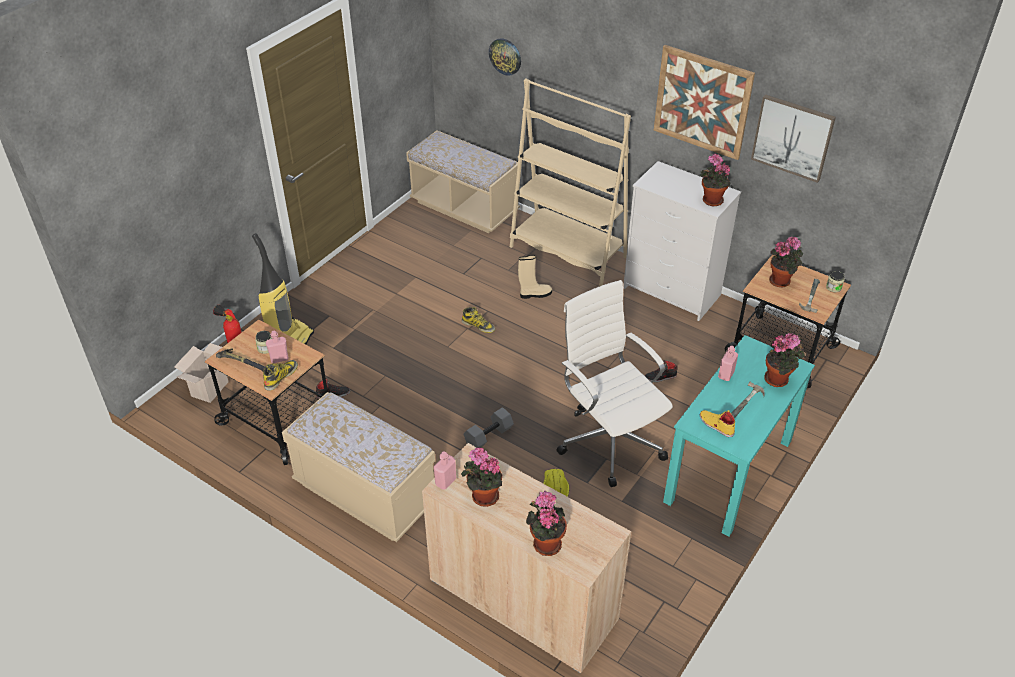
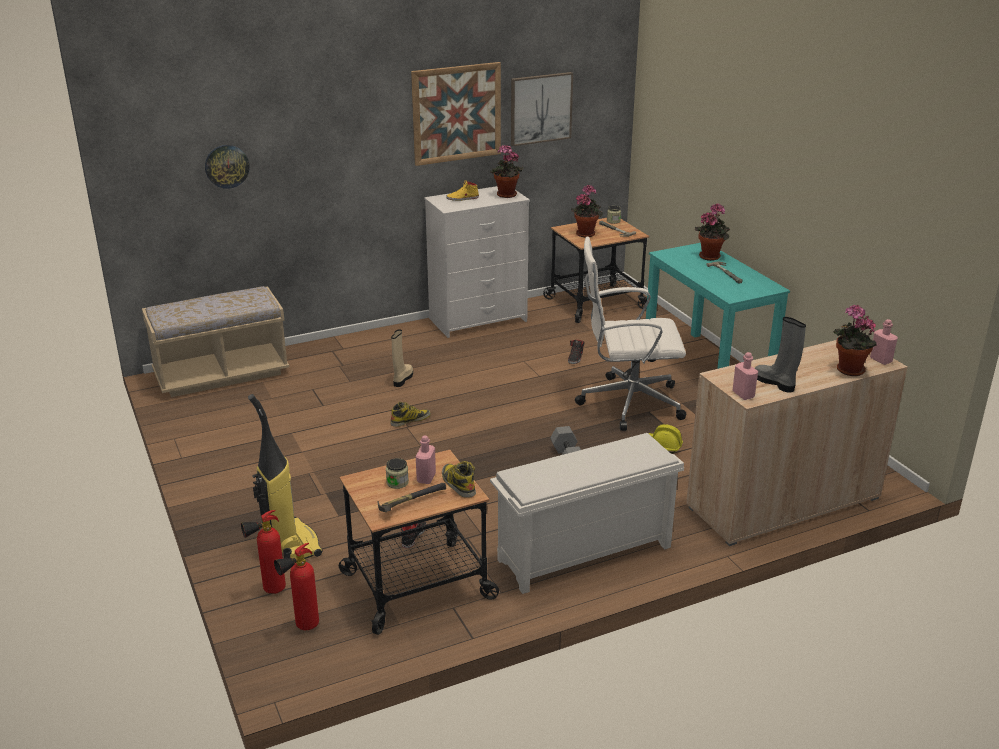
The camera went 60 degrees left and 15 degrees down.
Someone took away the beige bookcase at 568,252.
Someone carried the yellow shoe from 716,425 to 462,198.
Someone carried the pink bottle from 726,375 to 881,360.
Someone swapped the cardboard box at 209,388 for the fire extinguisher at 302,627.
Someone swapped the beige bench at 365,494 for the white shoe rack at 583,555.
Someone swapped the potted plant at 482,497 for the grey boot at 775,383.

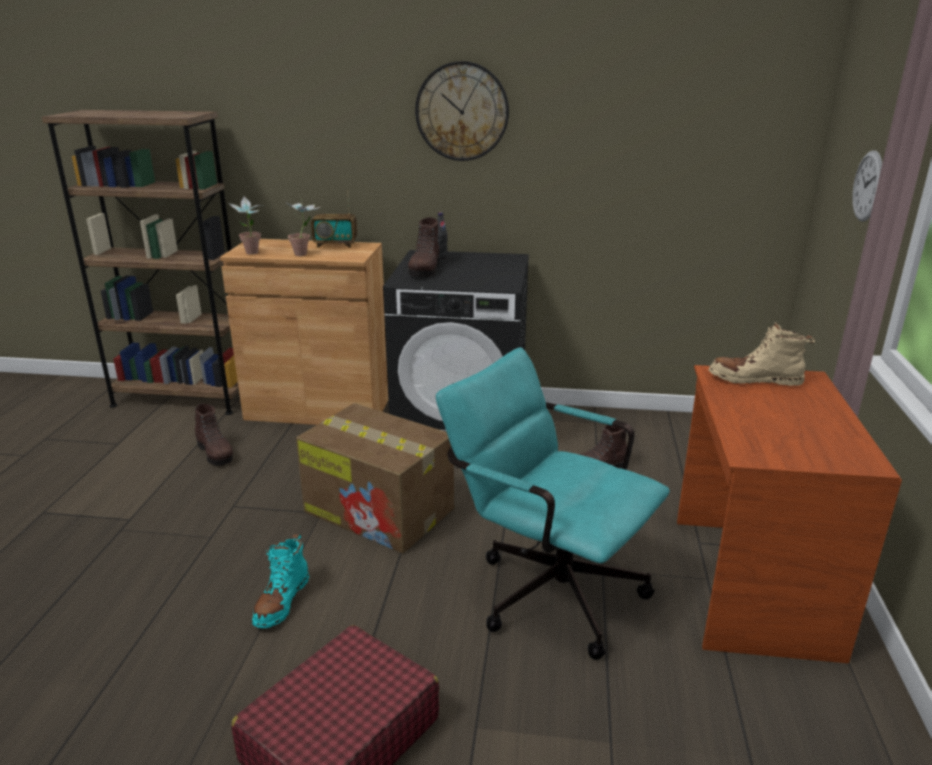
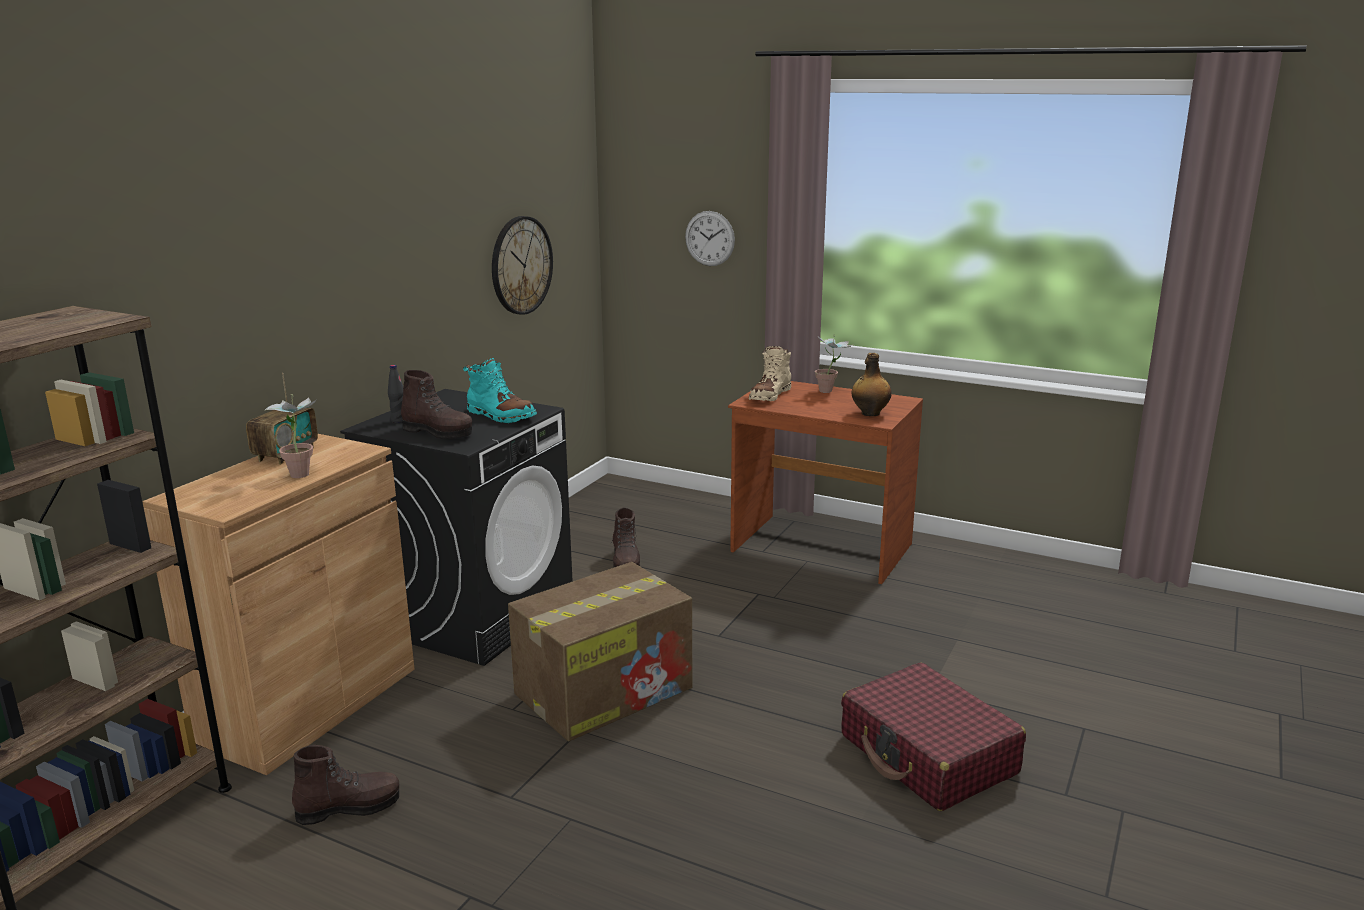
The camera went 70 degrees left and 5 degrees down.
Someone took away the turquoise office chair at 546,588.
Someone put down the bottle at 869,413.
Someone carried the potted plant from 252,254 to 830,391.
Someone carried the turquoise boot from 281,601 to 500,415.
Someone carried the wall clock from 462,111 to 521,265.

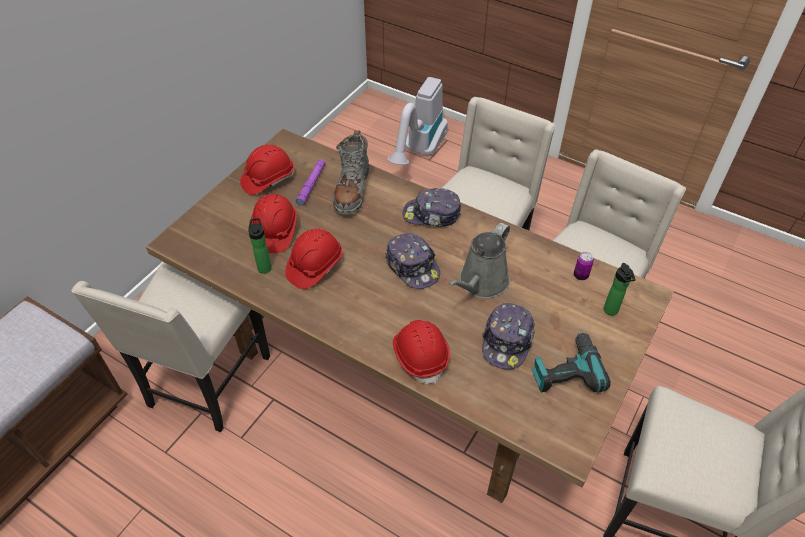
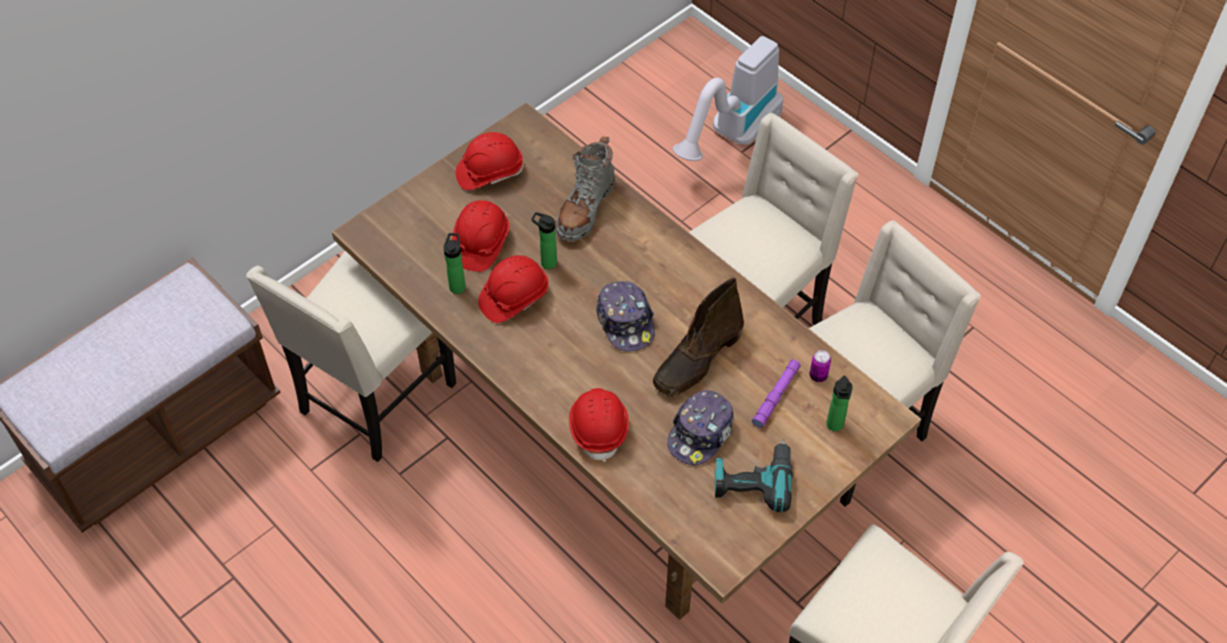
The camera went 15 degrees right and 5 degrees up.
Someone took away the cap at 432,215.
Someone put down the bottle at 546,262.
Someone carried the purple flashlight from 311,185 to 776,396.
Someone swapped the grey watering can at 481,283 for the brown boot at 697,359.

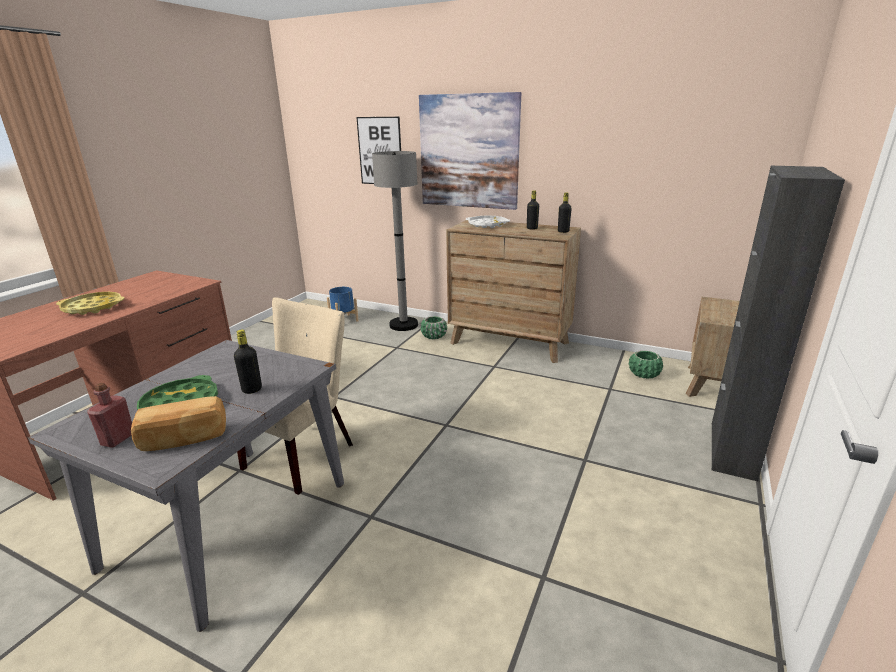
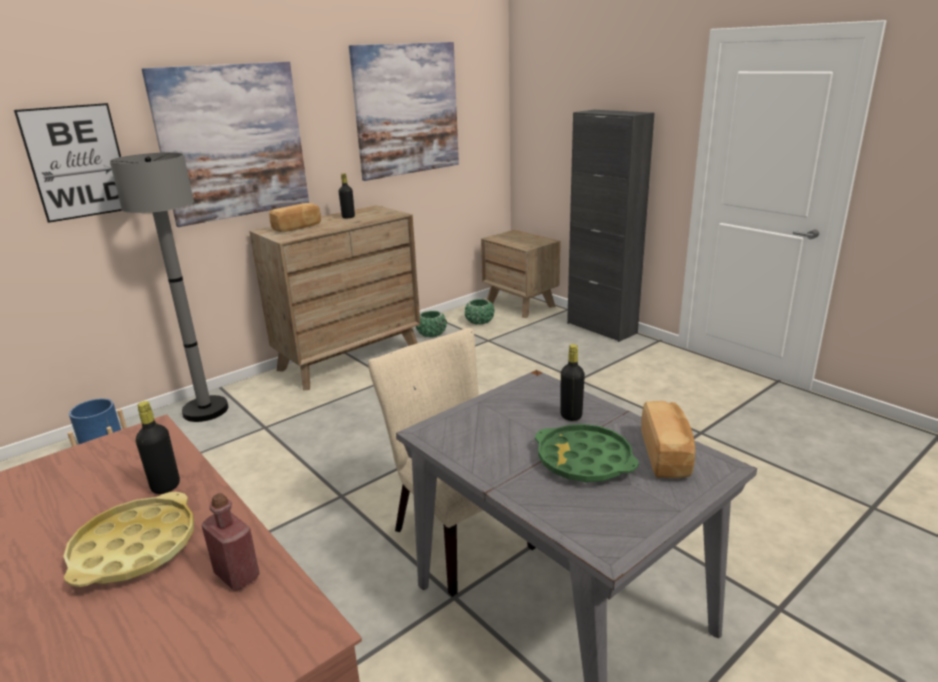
The camera went 65 degrees left and 0 degrees up.
Someone put up the picture at 407,110.
Someone carried the red bottle from 118,439 to 237,575.
Someone carried the green planter from 434,336 to 432,334.
Someone carried the black bottle from 563,231 to 166,486.
Someone swapped the white tray at 487,225 for the bread at 297,227.

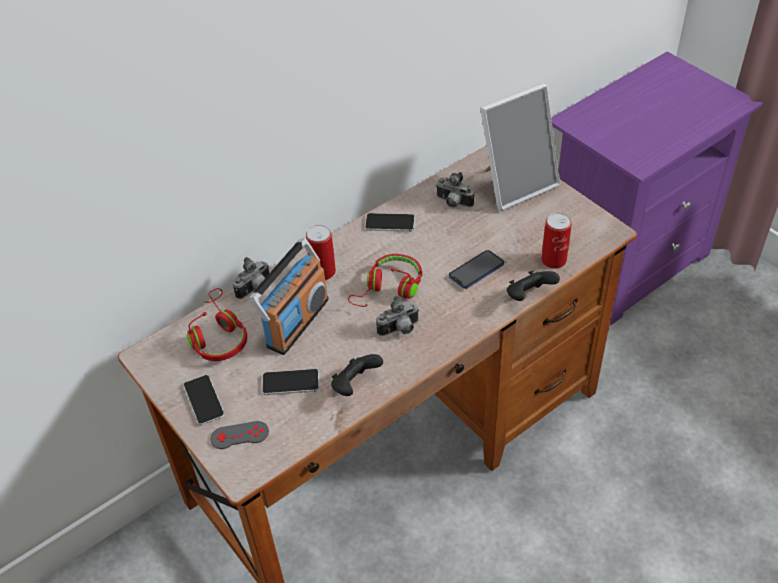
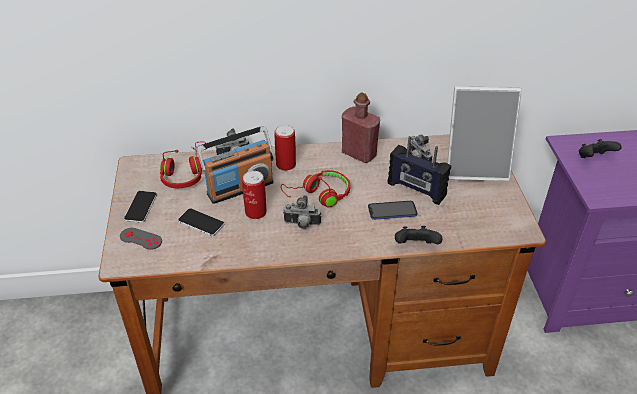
The camera went 30 degrees right and 5 degrees down.
Someone put down the radio at 416,190.
Someone carried the black game controller from 355,385 to 594,158.
Someone carried the can from 553,260 to 255,212.
Someone swapped the phone at 390,223 for the red bottle at 359,154.

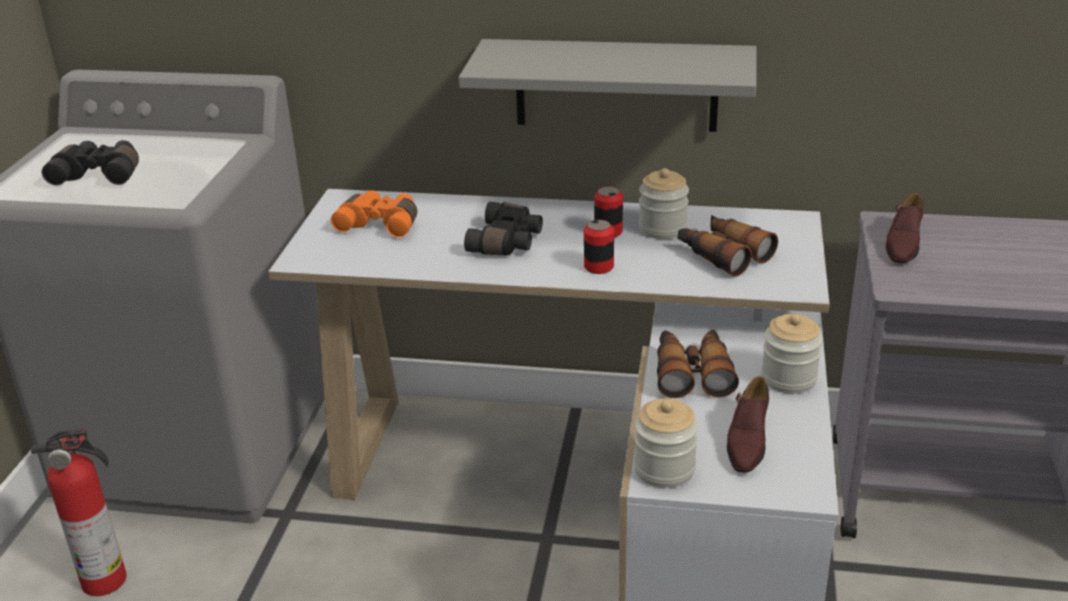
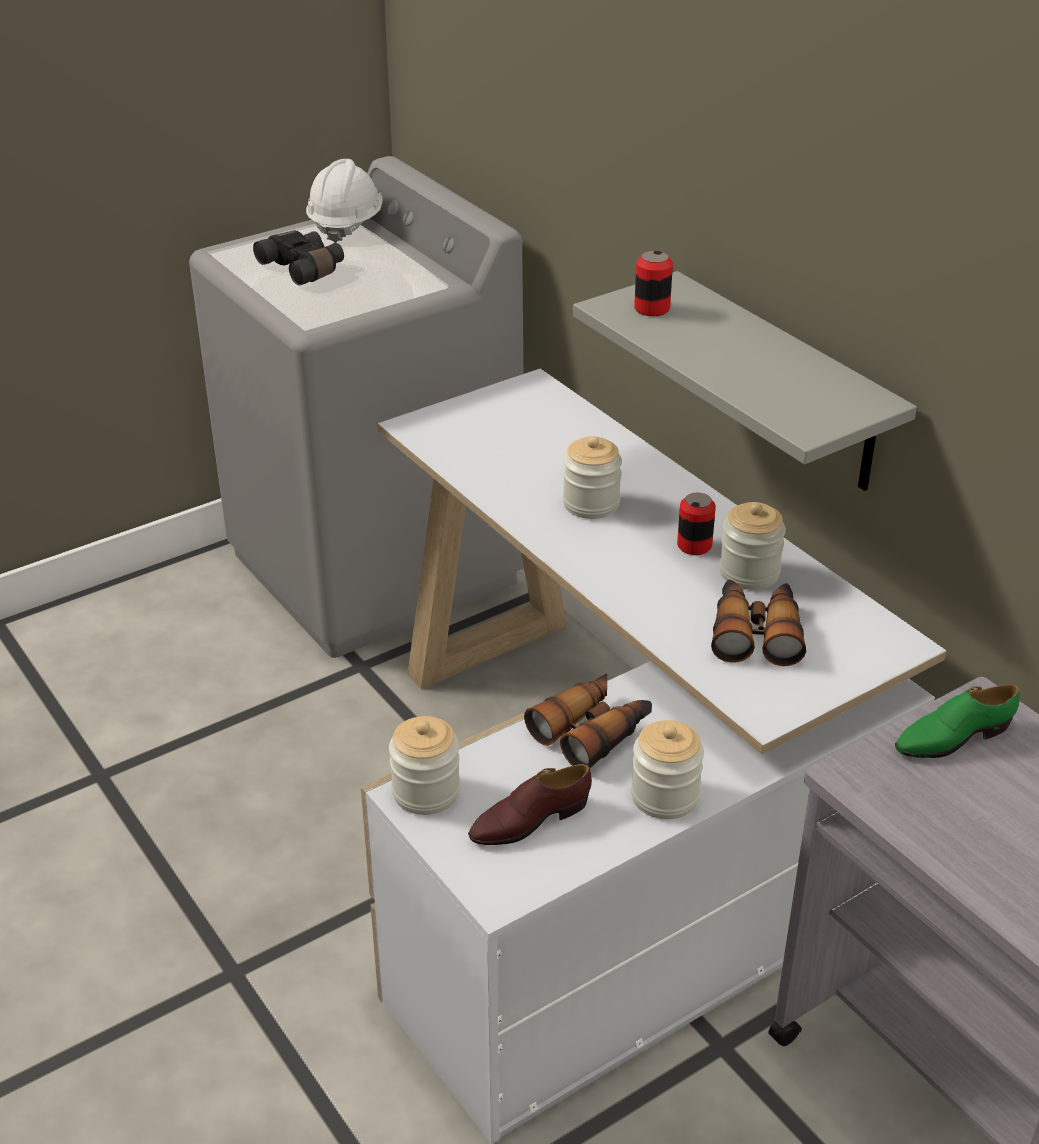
The camera went 45 degrees right and 5 degrees up.
Someone took away the fire extinguisher at 107,580.
Someone took away the orange binoculars at 381,224.
Someone put down the white hard hat at 345,225.
Someone carried the can from 598,267 to 652,308.
Someone swapped the black binoculars at 507,242 for the jar at 591,504.
Someone repainted the brown shoe at 903,244, which became the green shoe at 952,737.

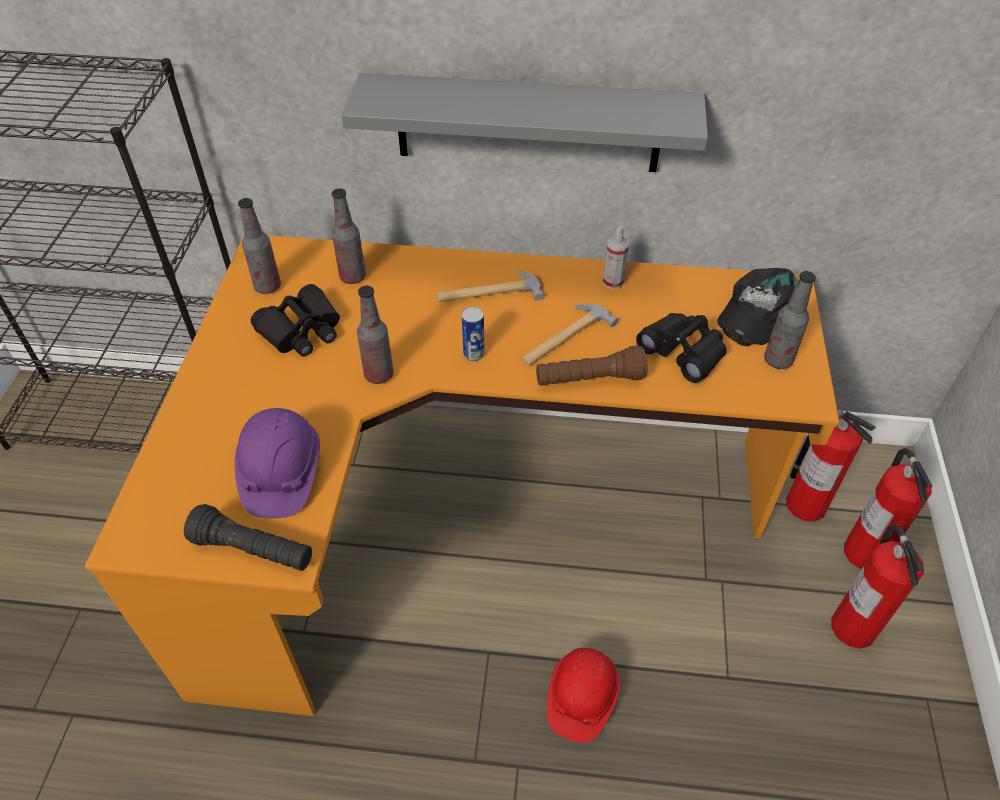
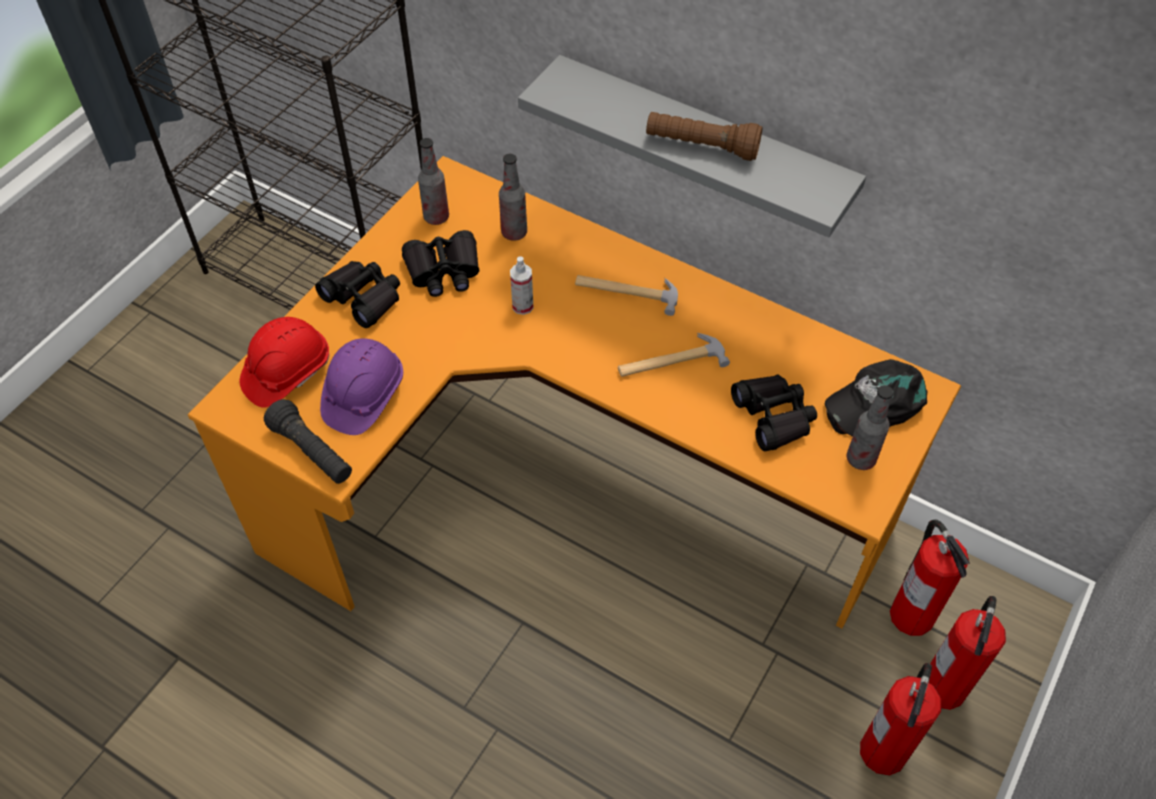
The camera went 25 degrees right and 5 degrees up.
Someone took away the bottle at 379,375.
Someone took away the can at 473,354.
Someone put down the black binoculars at 363,298.
Someone carried the brown flashlight from 589,380 to 701,146.
Someone carried the red hard hat from 581,698 to 287,372.
Someone carried the spray bottle from 613,282 to 522,306.

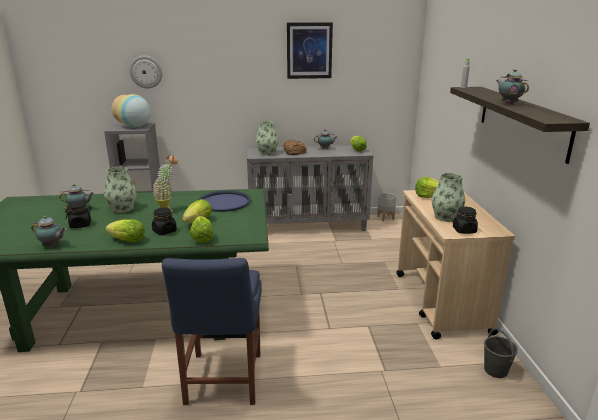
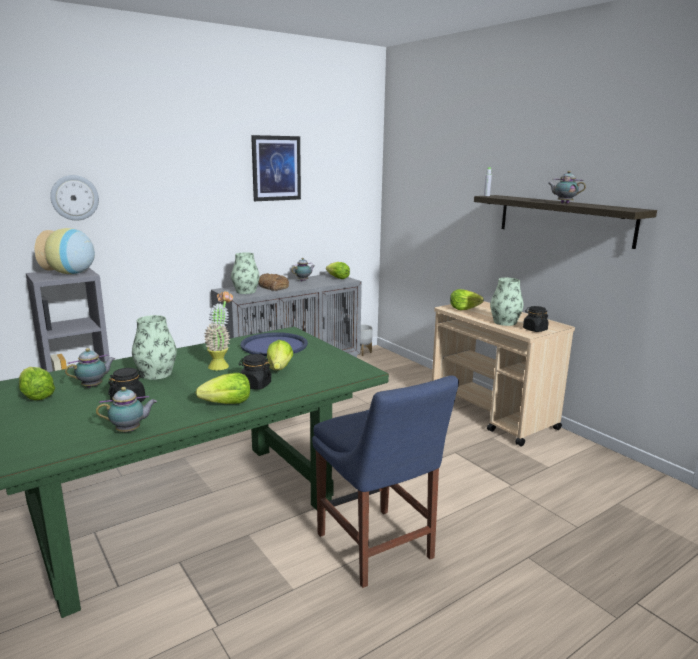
The camera went 30 degrees left and 5 degrees down.
Someone took away the grey bucket at 496,370.
Someone carried the lettuce from 202,239 to 36,396.

